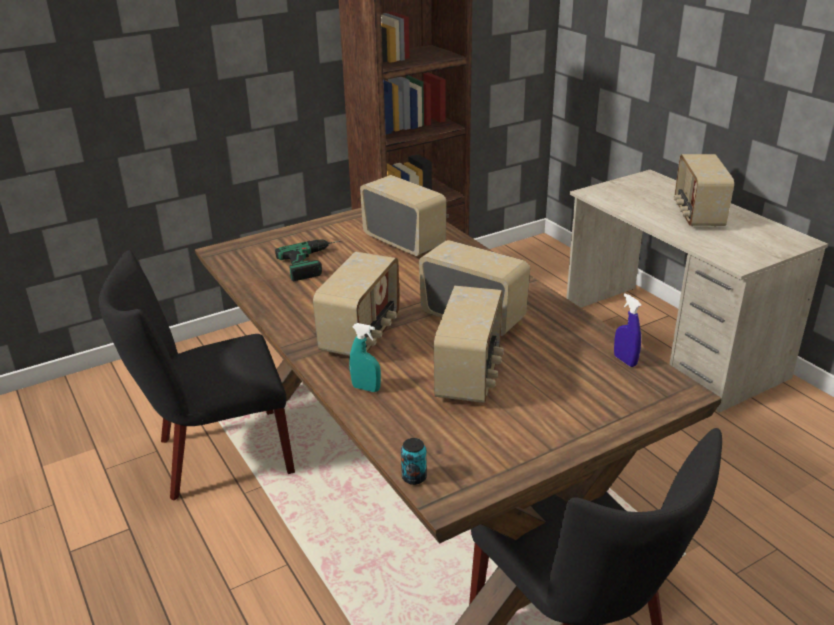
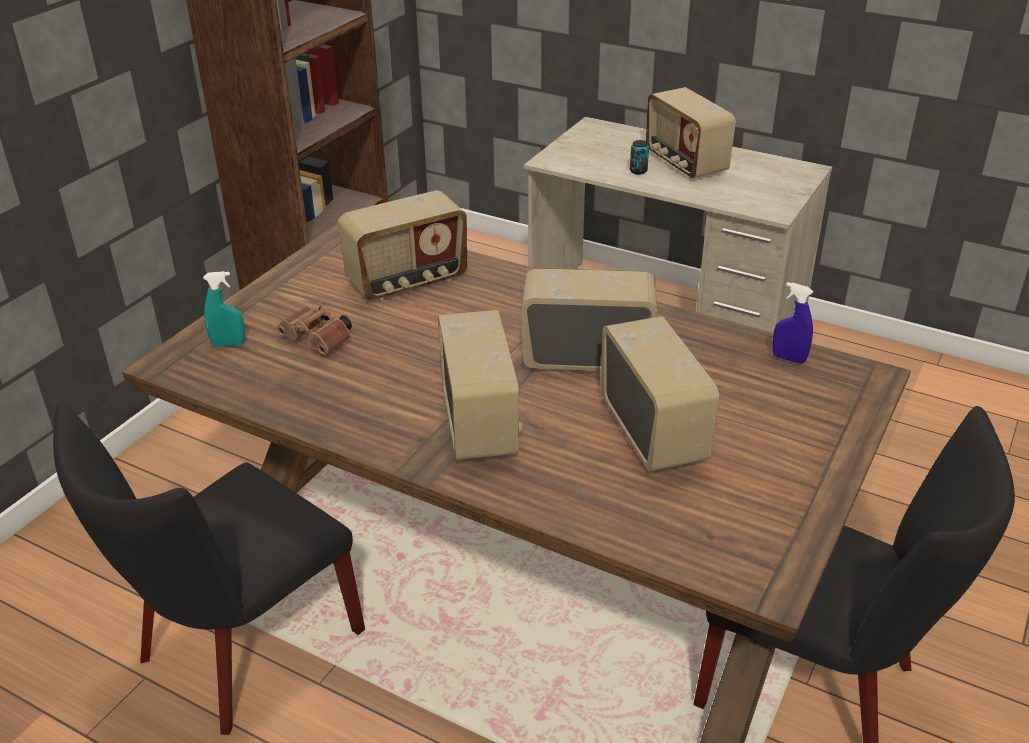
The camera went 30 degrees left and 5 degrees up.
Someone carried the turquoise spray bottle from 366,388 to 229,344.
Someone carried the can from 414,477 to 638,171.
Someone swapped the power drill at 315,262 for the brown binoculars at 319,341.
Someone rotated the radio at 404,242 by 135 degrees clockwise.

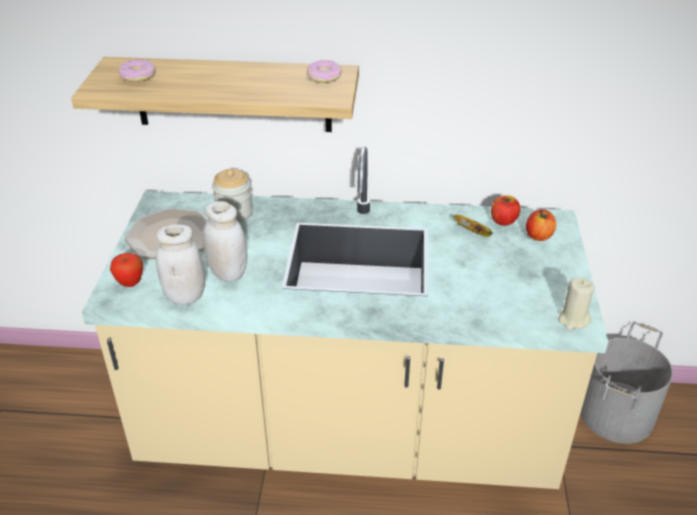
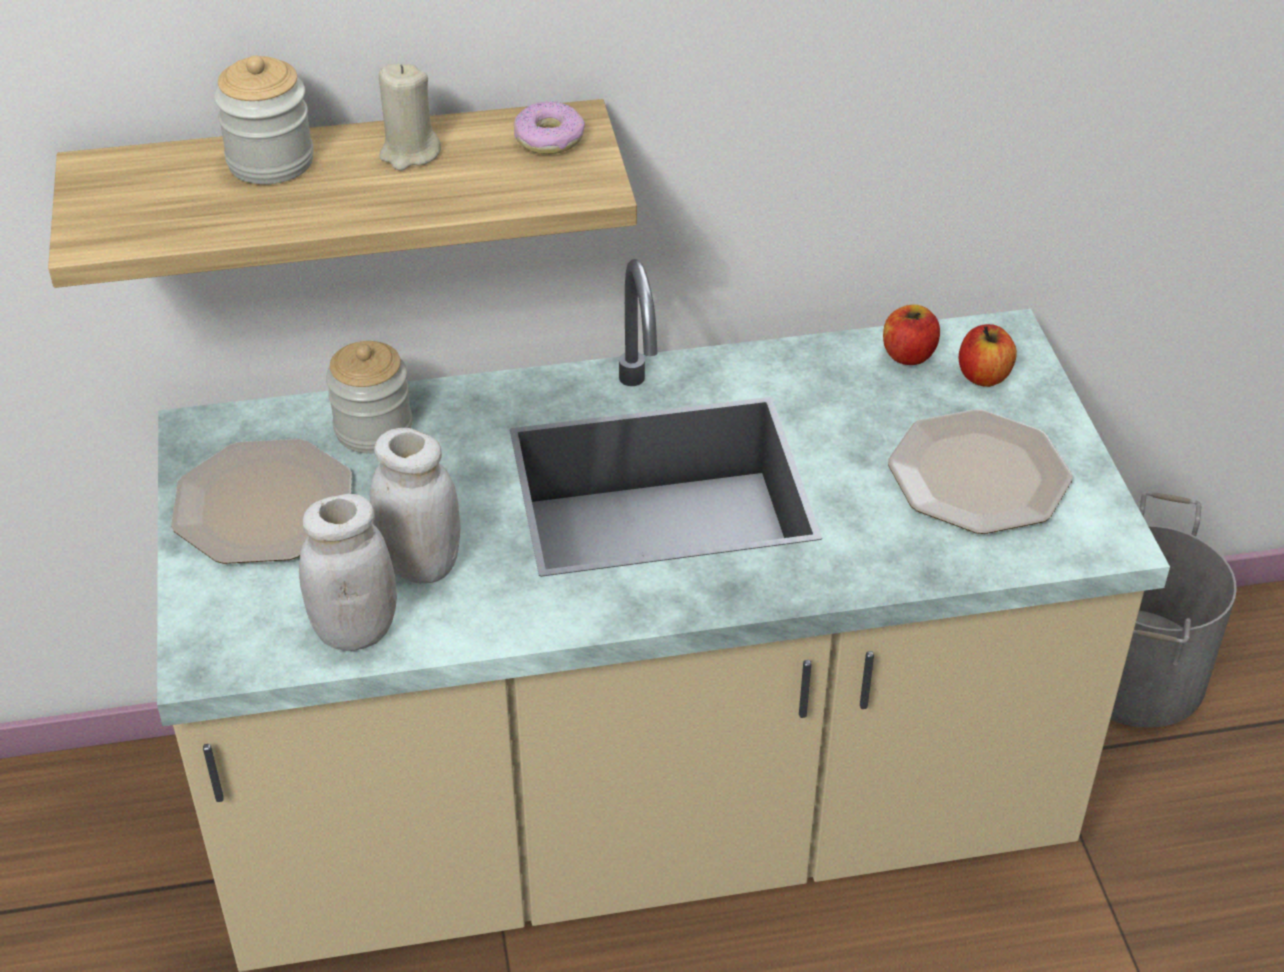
The camera went 15 degrees left and 5 degrees up.
Someone took away the apple at 130,283.
Someone took away the donut at 138,76.
Someone took away the banana at 474,232.
Someone put down the jar at 270,161.
Someone put down the plate at 980,475.
Someone carried the beige candle from 573,320 to 409,153.

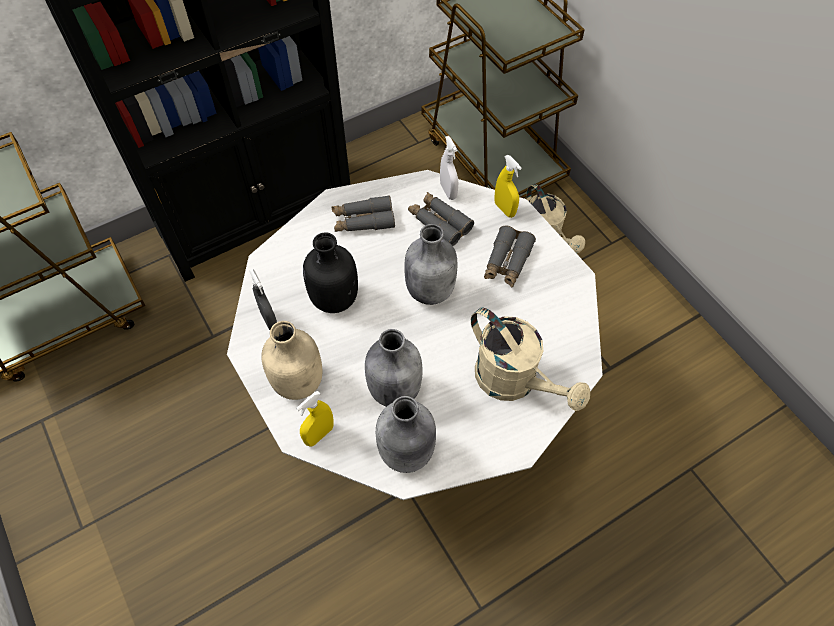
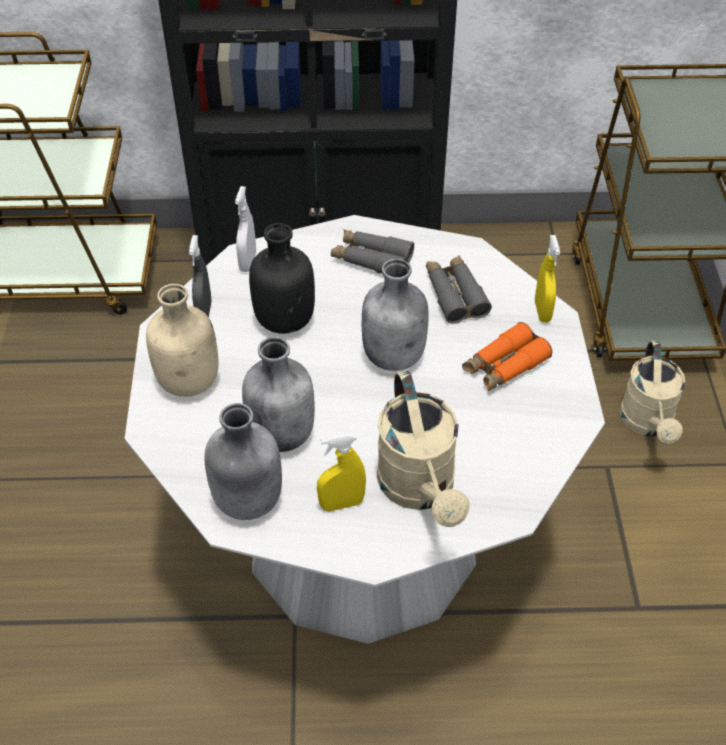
The camera went 30 degrees right and 10 degrees down.
Someone carried the yellow spray bottle from 319,434 to 341,504.
Someone carried the white spray bottle from 448,191 to 248,262.
Someone repainted the grey binoculars at 507,262, which became the orange binoculars at 504,366.

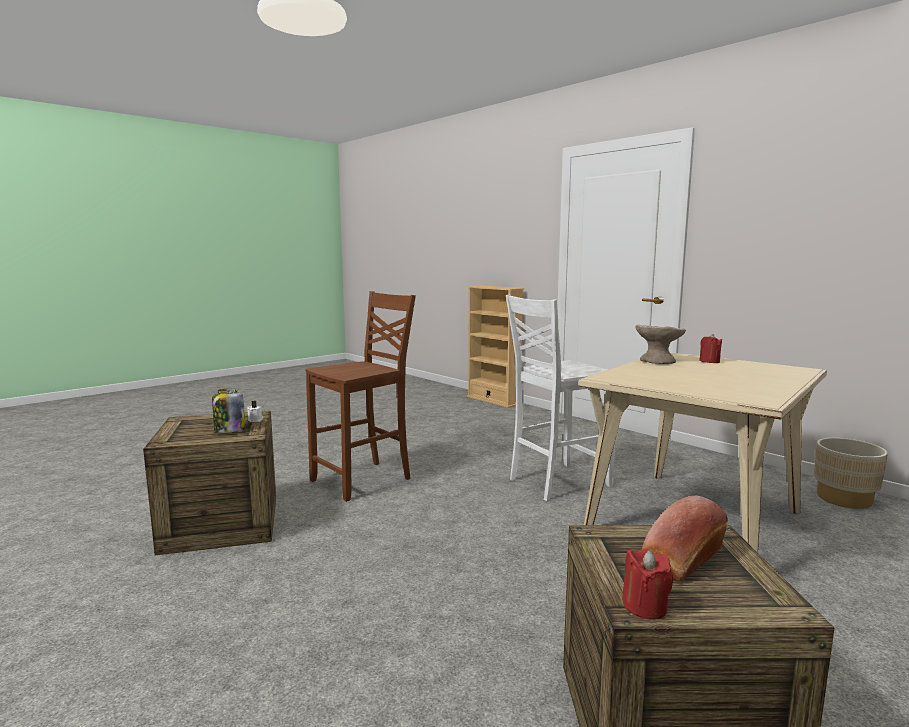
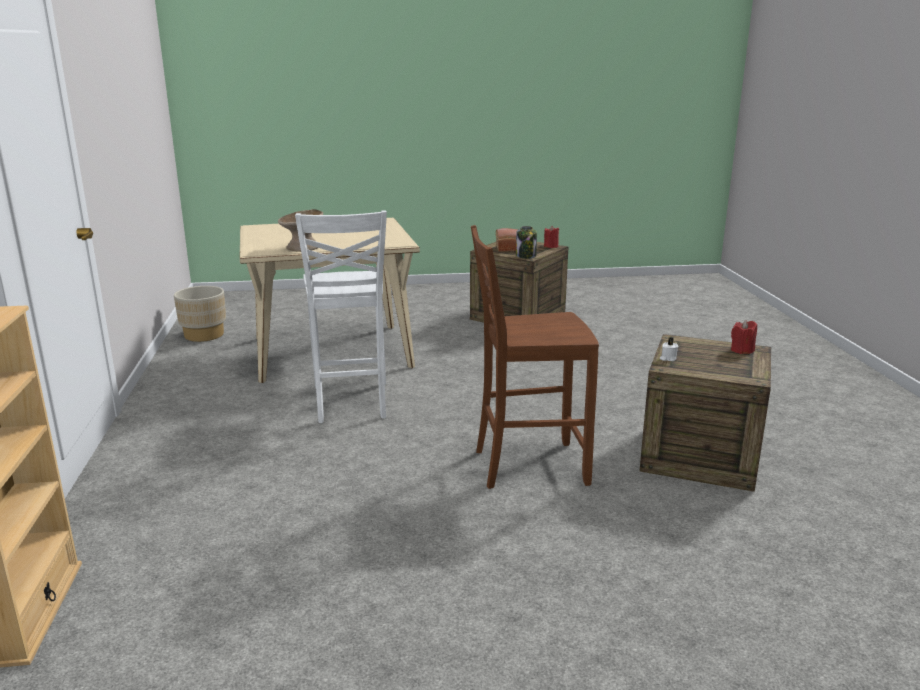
The camera went 145 degrees left and 10 degrees up.
Someone carried the jar from 229,430 to 526,256.
Someone carried the red candle from 709,361 to 742,350.
Someone rotated the white chair at 556,482 by 75 degrees clockwise.

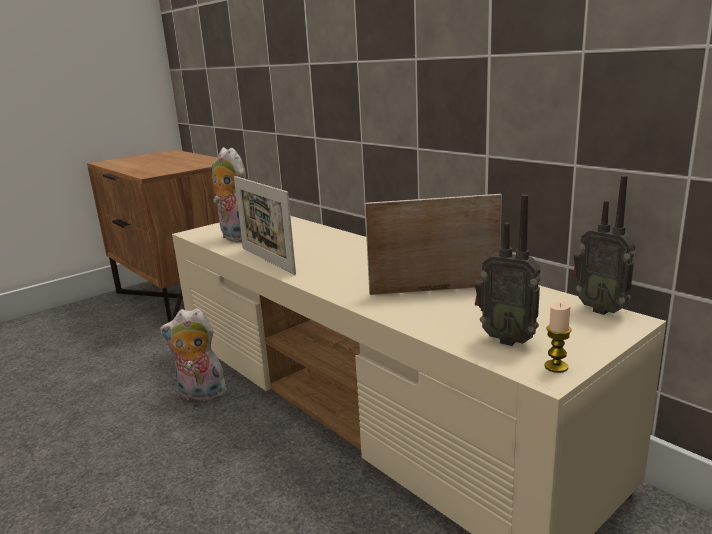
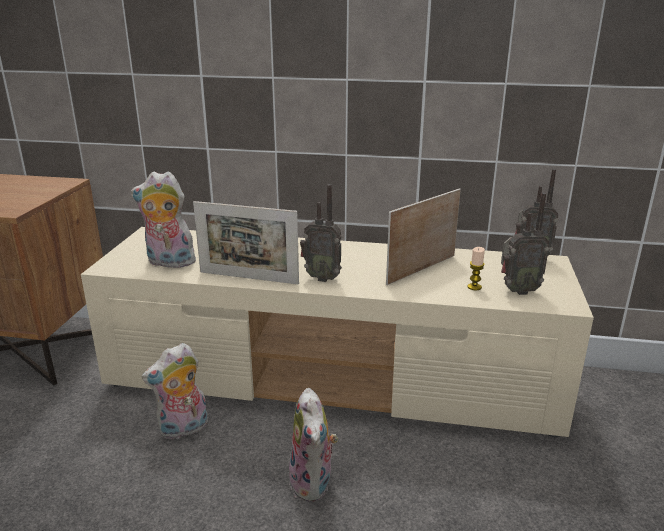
The camera went 40 degrees left and 5 degrees up.
Someone put down the plush toy at 314,483.
Someone put down the radio at 322,277.
Someone carried the candle from 556,367 to 474,287.

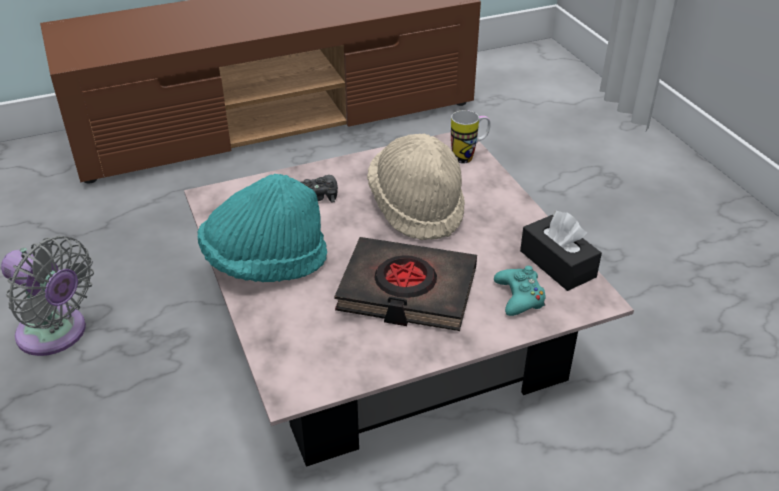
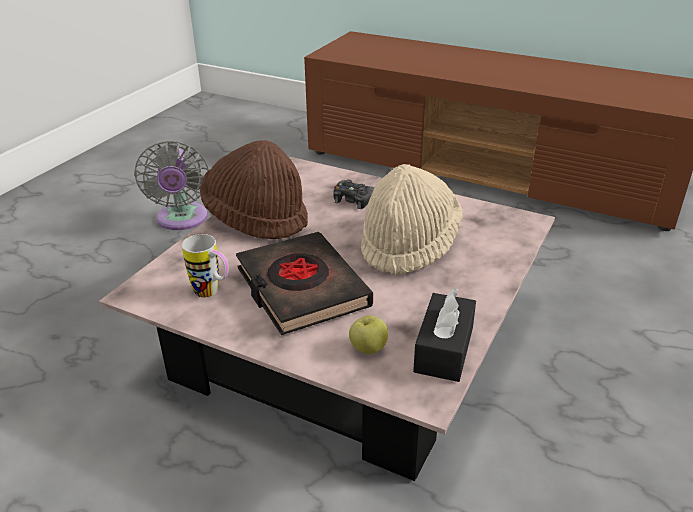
The camera went 50 degrees right and 5 degrees down.
Someone carried the mug from 469,157 to 212,293.
Someone swapped the turquoise game controller at 519,297 for the apple at 368,348.
Someone repainted the turquoise hat at 265,262, which became the brown hat at 256,218.

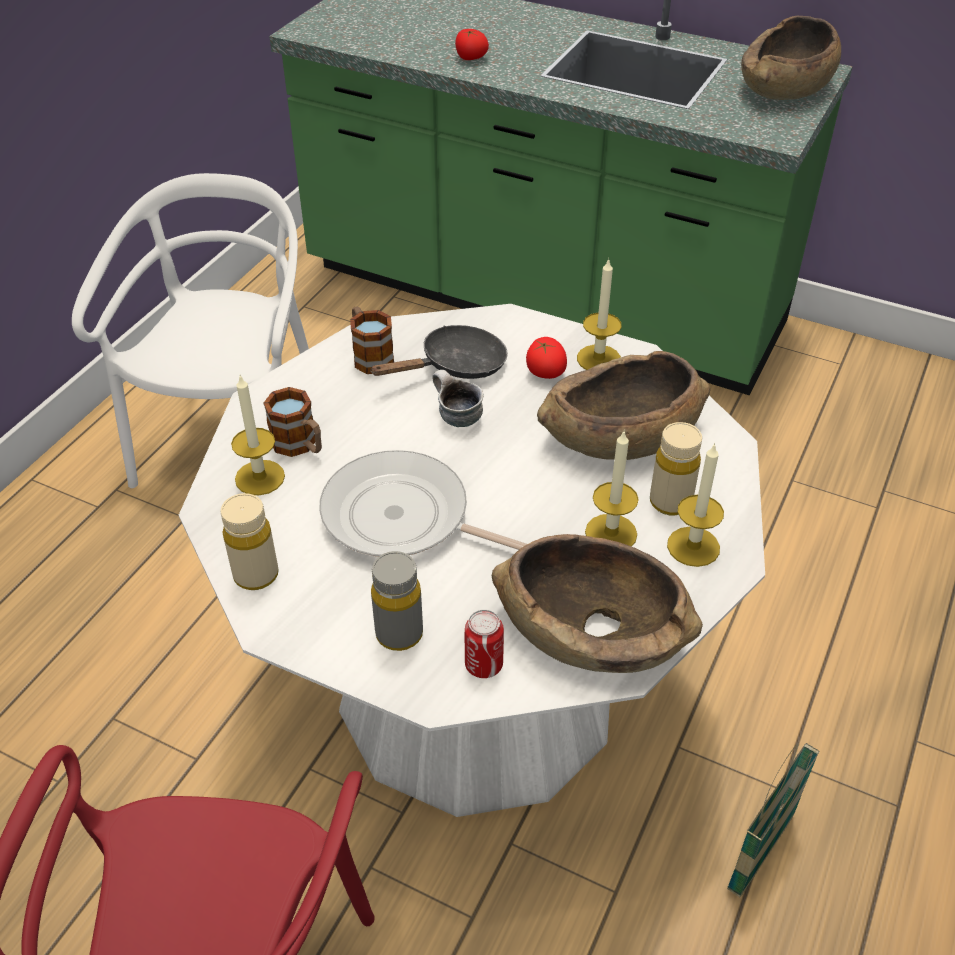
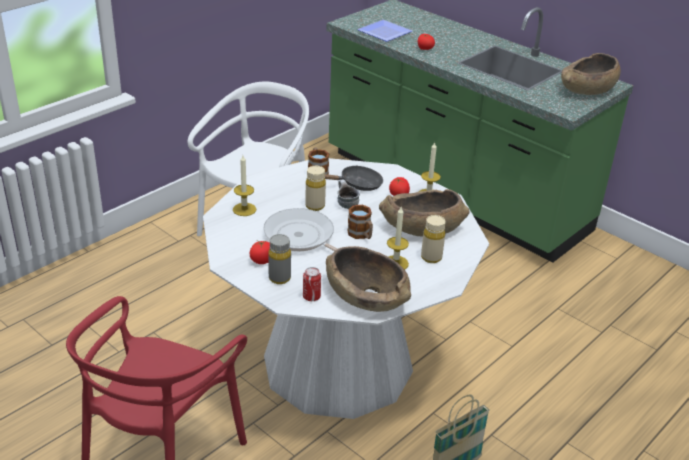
The camera went 15 degrees right and 10 degrees down.
Someone took away the candle at 693,546.
Someone put down the tomato at 262,261.
Someone put down the plate at 386,33.
Someone carried the beige bottle from 256,575 to 315,206.
Someone carried the mug from 300,445 to 361,235.

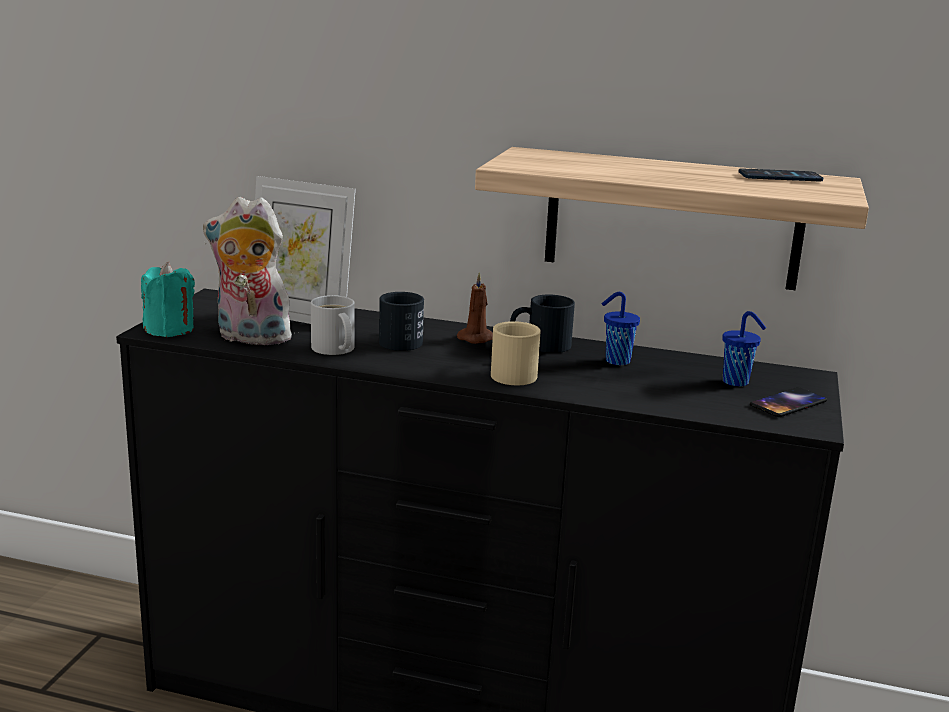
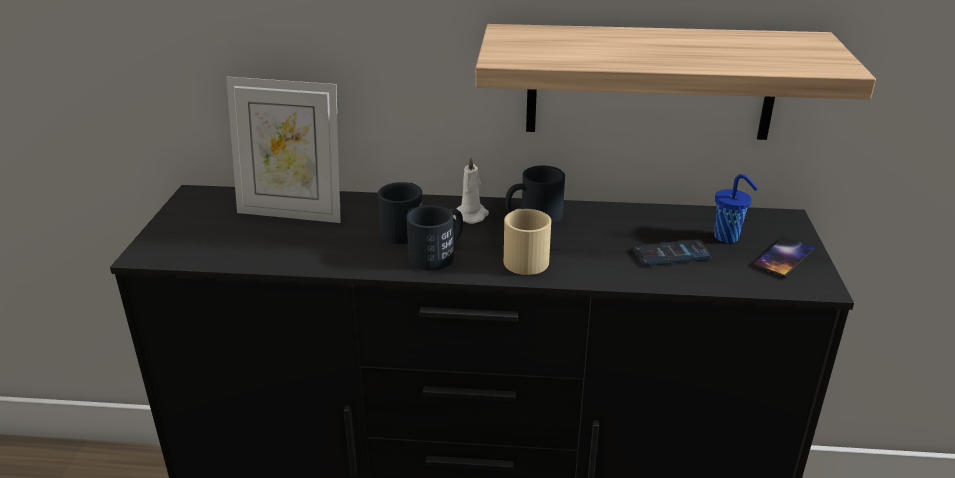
The camera went 10 degrees left and 10 degrees up.
Someone took away the turquoise candle at 169,330.
Someone took away the plush toy at 250,338.
Someone took away the white mug at 333,349.
Someone took away the blue cup at 616,361.
Someone put down the black mug at 438,254.
Someone carried the phone from 780,177 to 672,254.
Someone repainted the brown candle at 477,338, which became the white candle at 471,215.

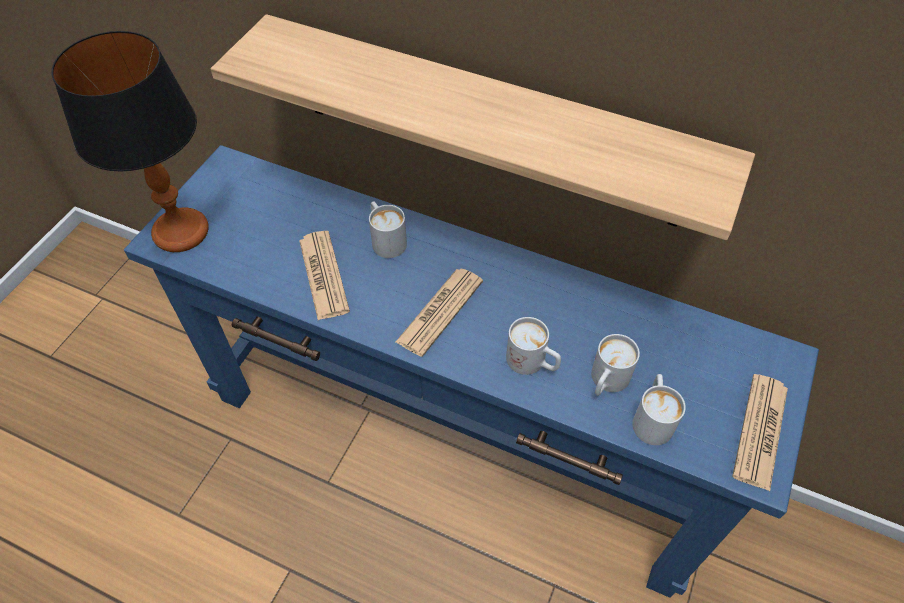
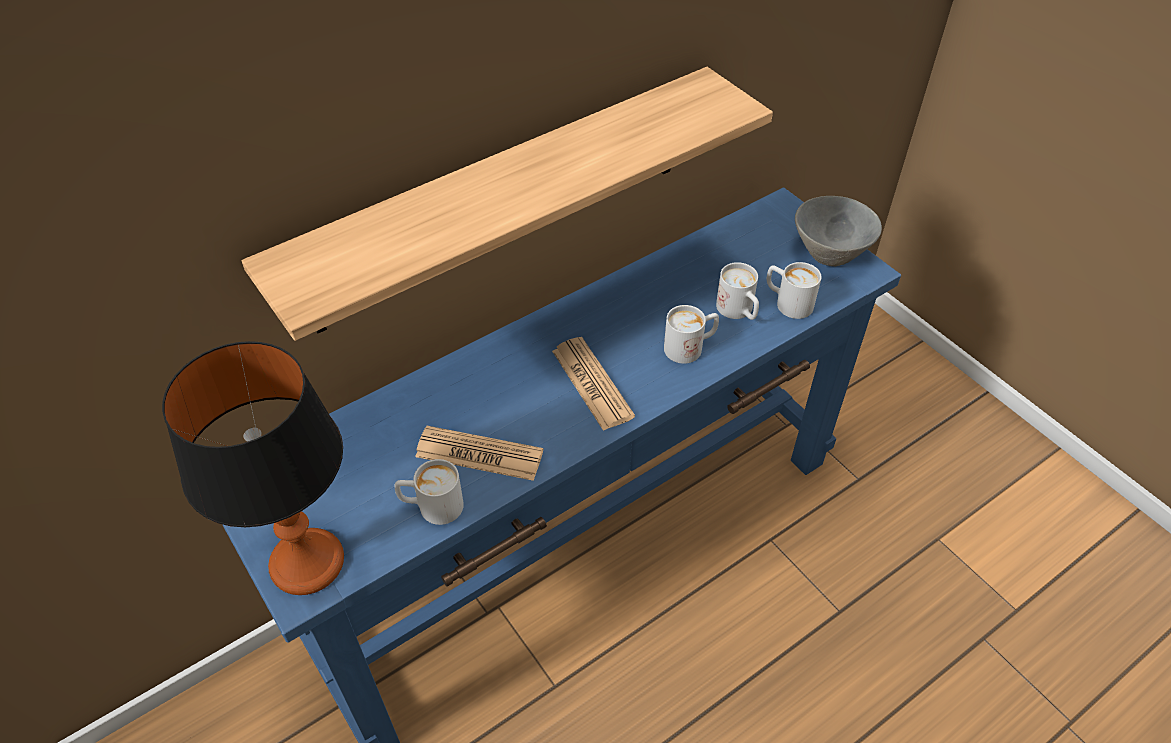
The camera went 60 degrees left and 5 degrees down.
Someone carried the white mug from 385,239 to 431,506.
Someone swapped the newspaper at 760,431 for the grey bowl at 833,252.

